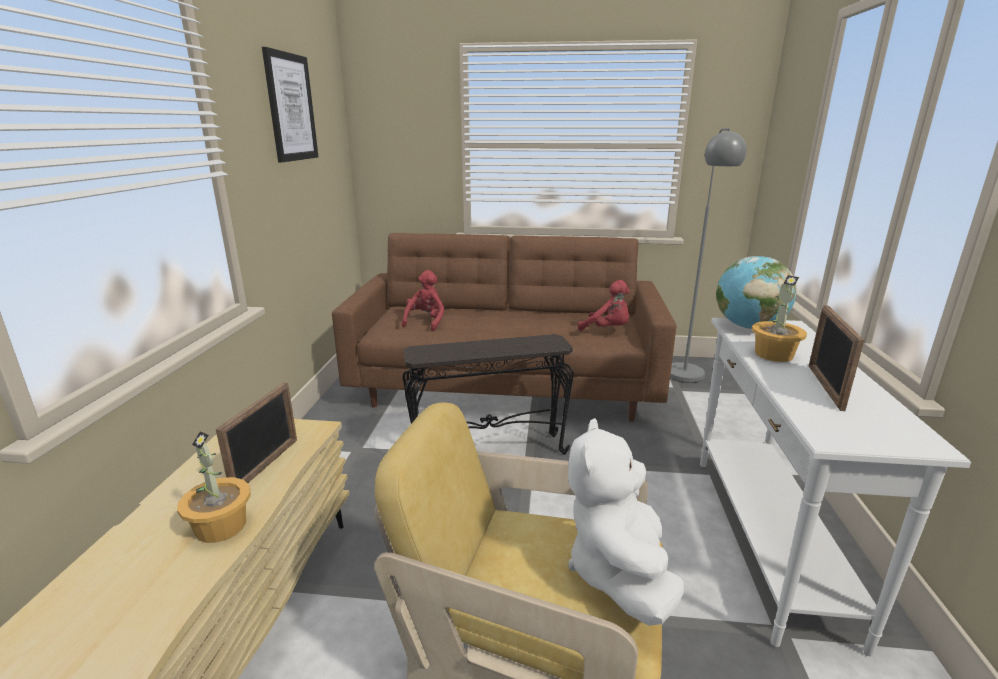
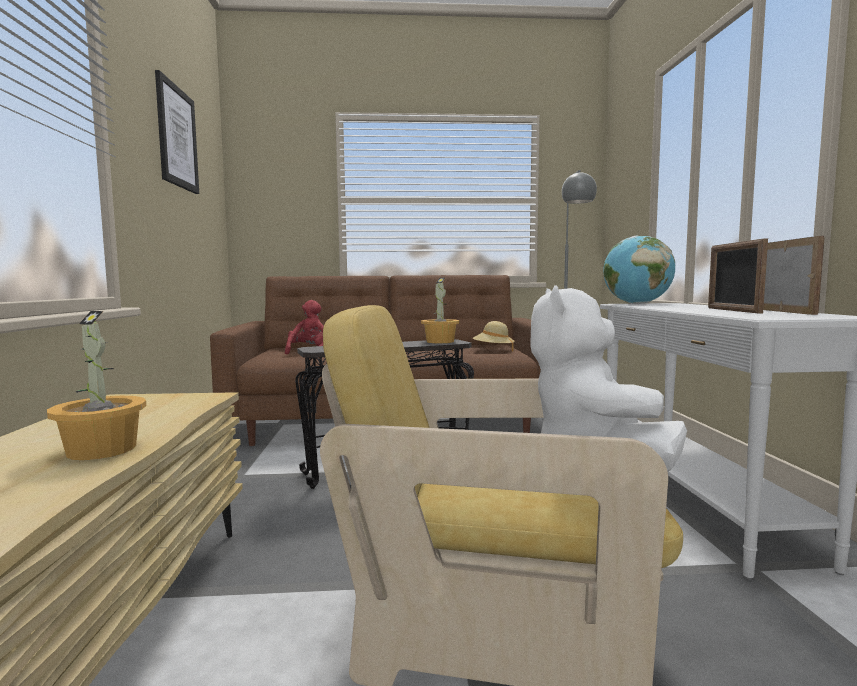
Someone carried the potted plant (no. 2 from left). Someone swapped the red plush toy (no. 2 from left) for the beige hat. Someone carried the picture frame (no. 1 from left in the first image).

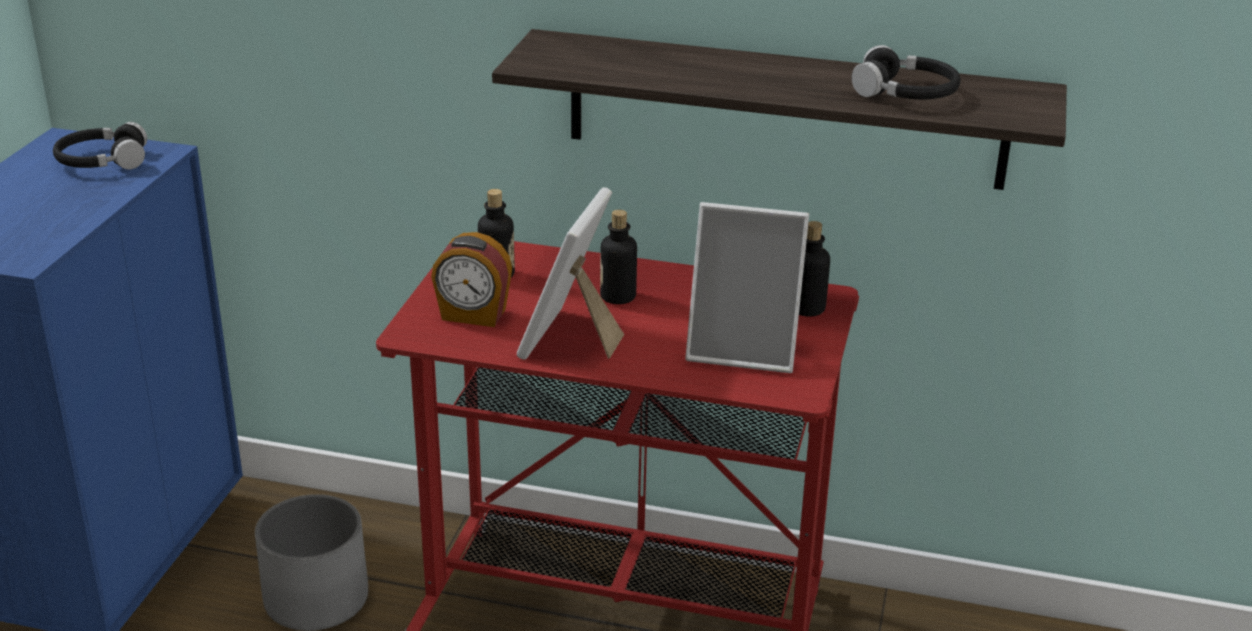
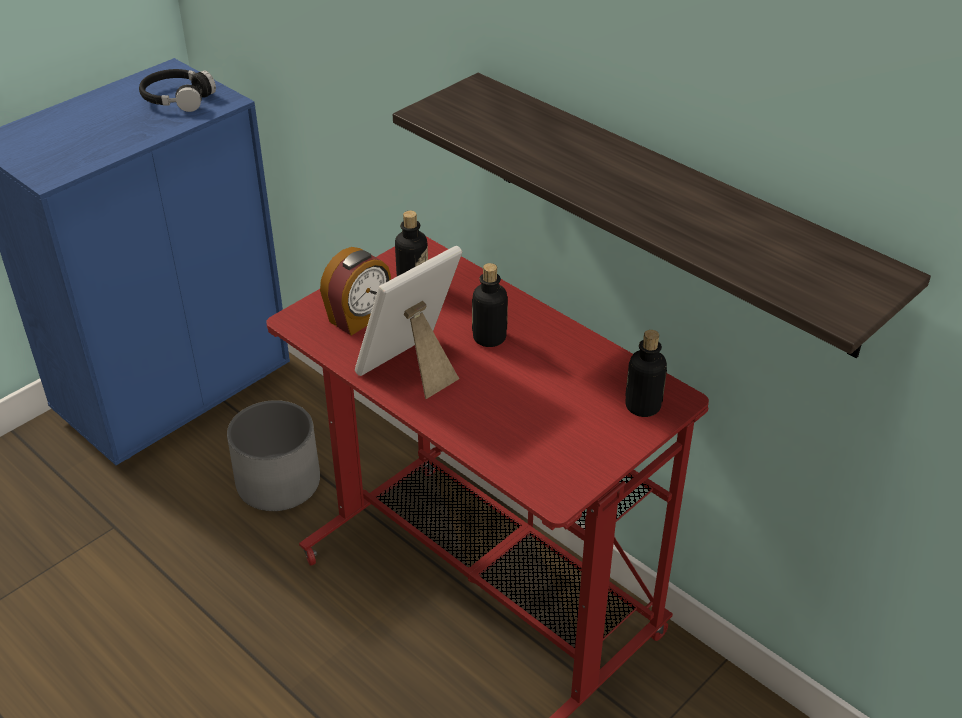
Someone rotated the alarm clock by 90 degrees counterclockwise. Someone took away the picture frame (no. 2 from left). Someone took away the black headphones (no. 2 from left).

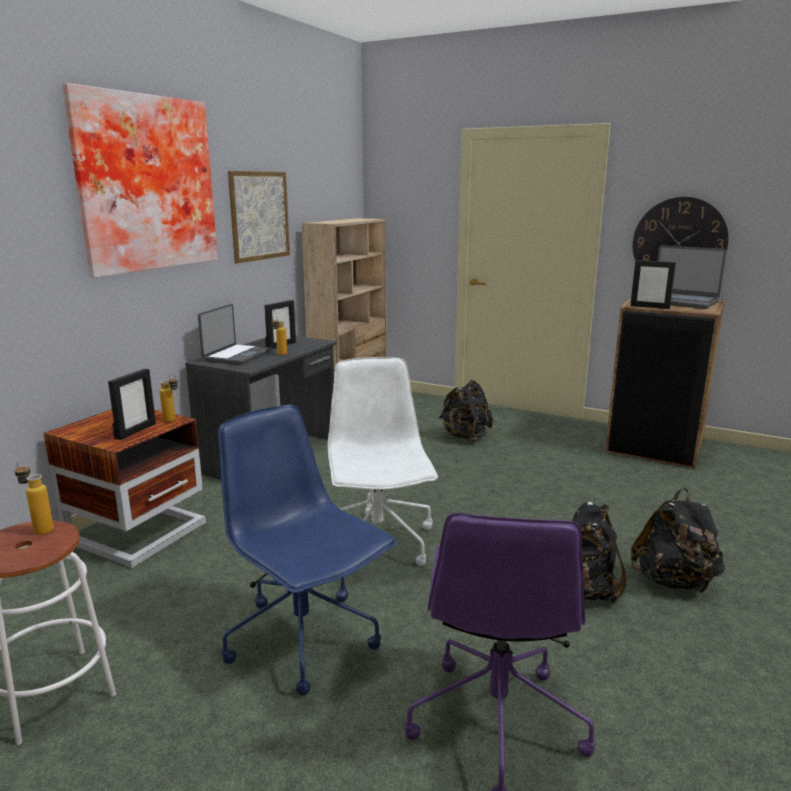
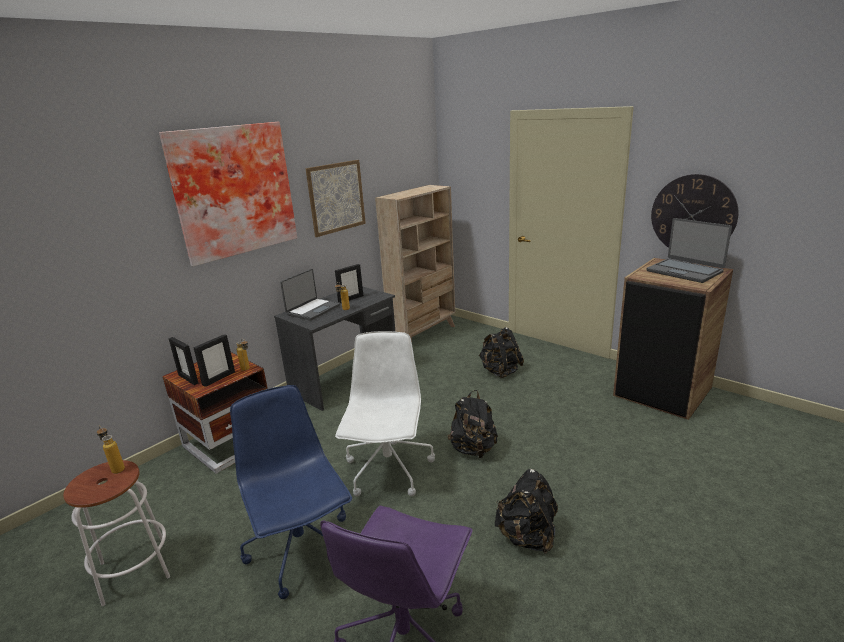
Someone carried the picture frame (no. 3 from left in the first image). Someone carried the black backpack (no. 3 from left in the first image).

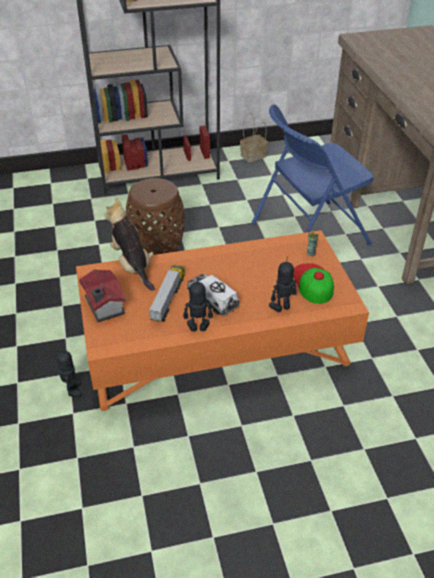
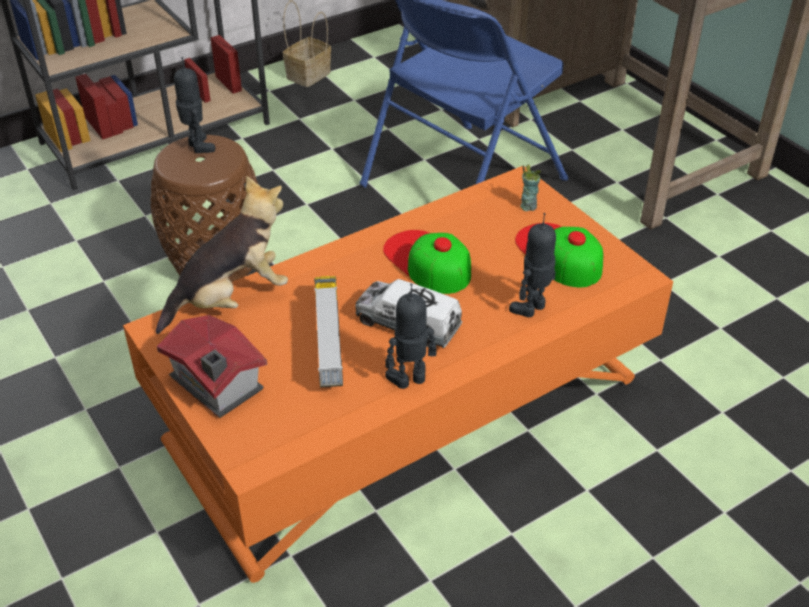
Someone rotated the plush toy by 105 degrees clockwise. Someone carried the toy robot (no. 1 from left). Someone put down the cap (no. 1 from left).

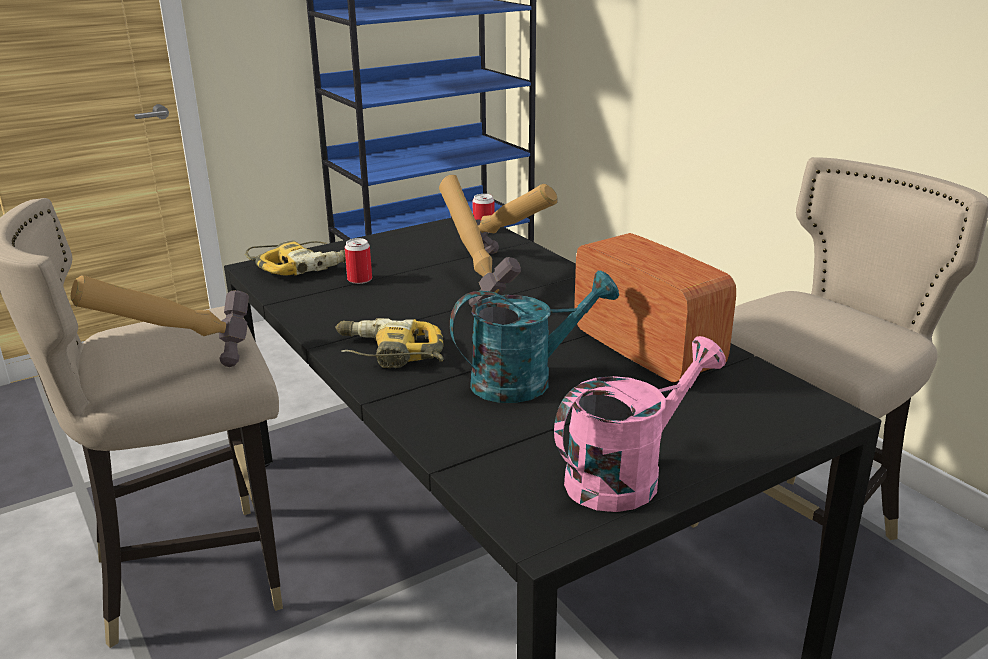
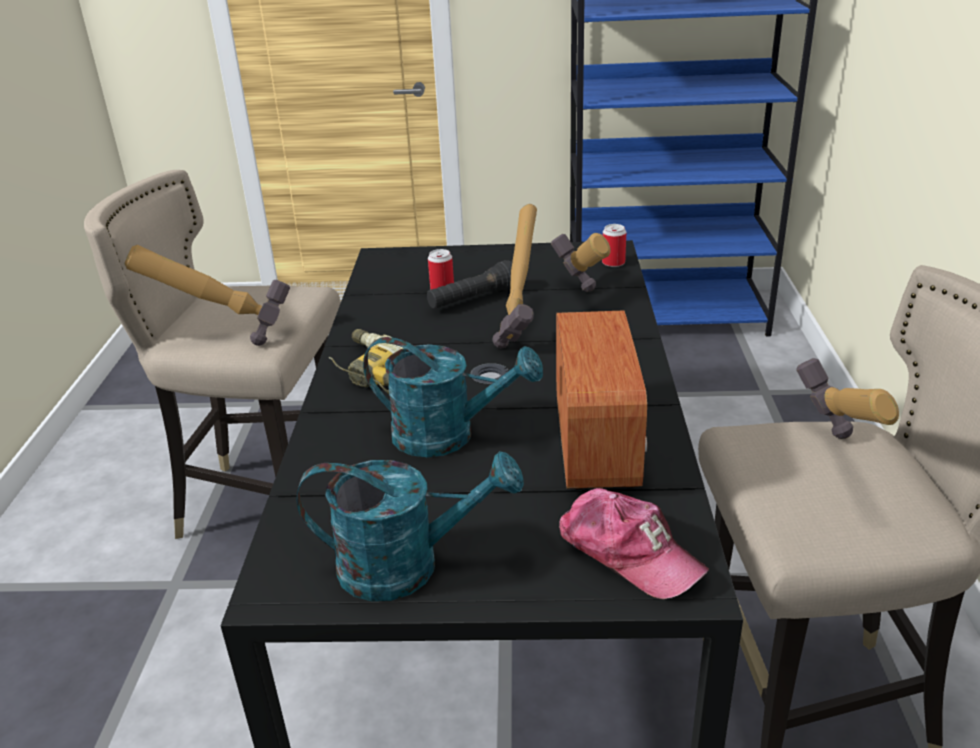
Someone repainted the pink watering can, which became the turquoise watering can (no. 1 from left). Someone put down the black flashlight. Someone put down the cap. Someone put down the hammer (no. 4 from left). Someone took away the power drill (no. 1 from left).

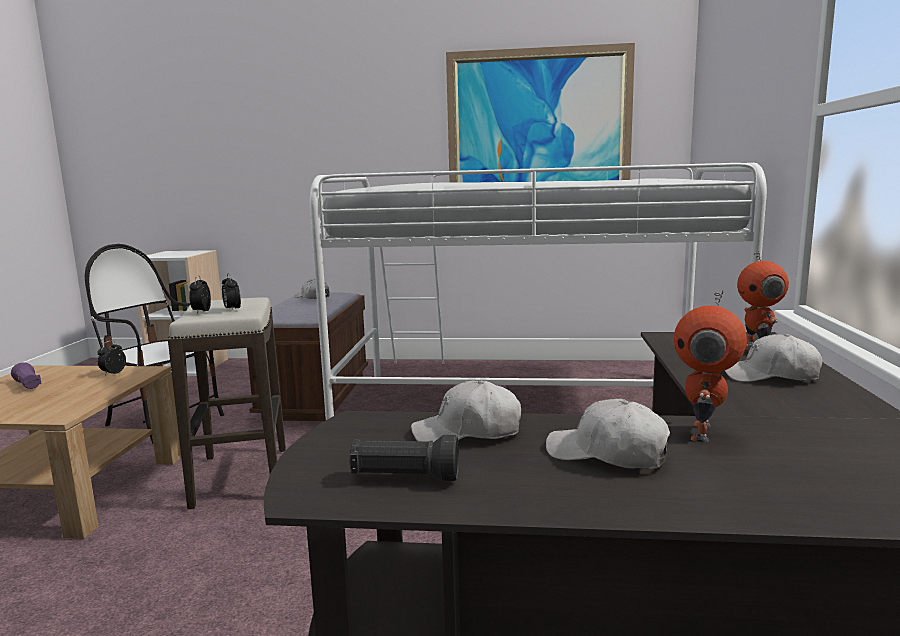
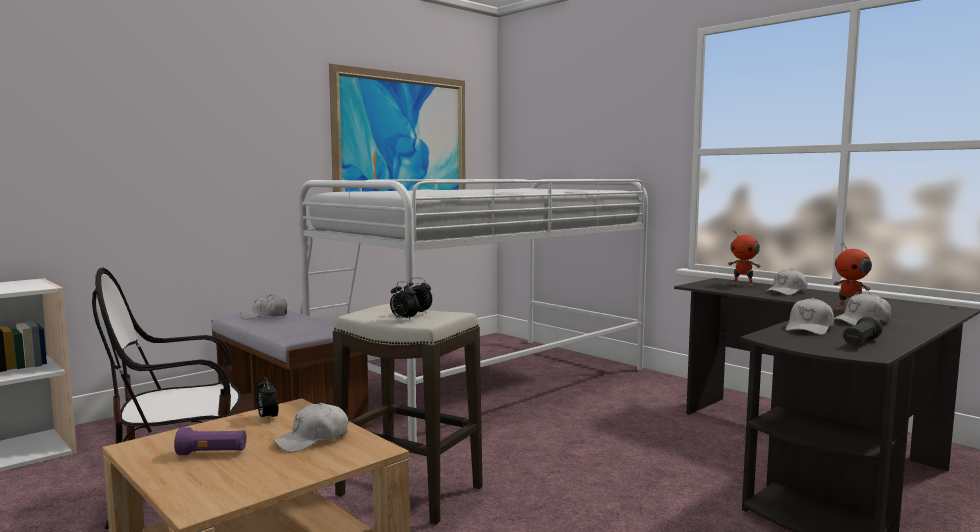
Someone put down the white cap (no. 2 from left).

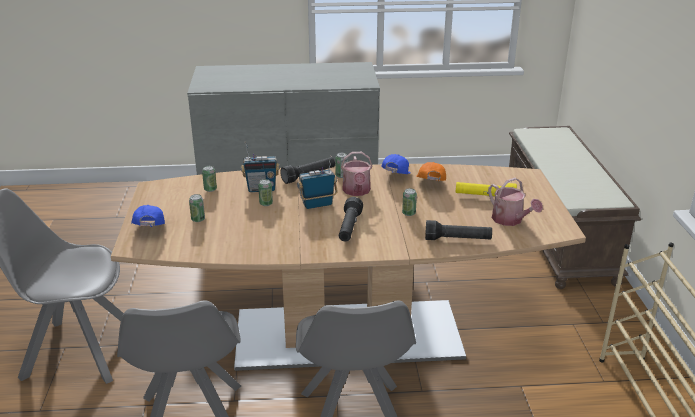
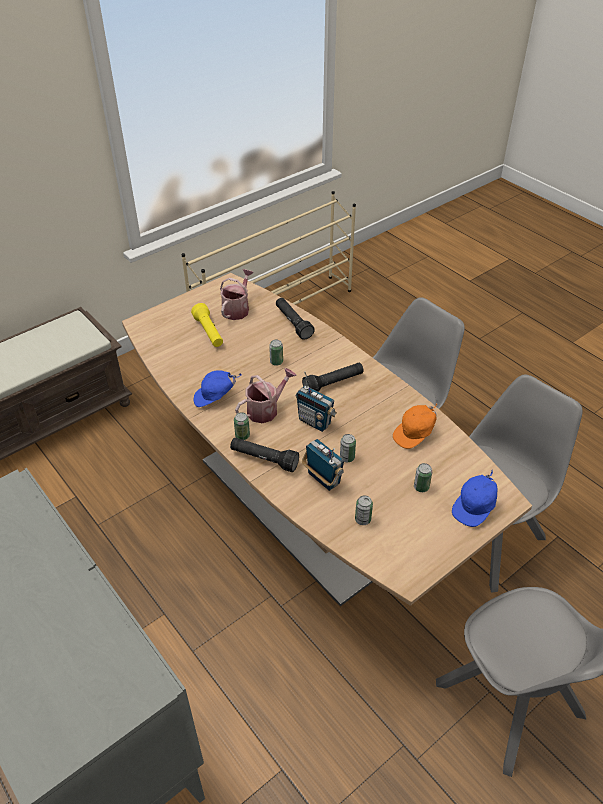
Someone carried the orange cap.

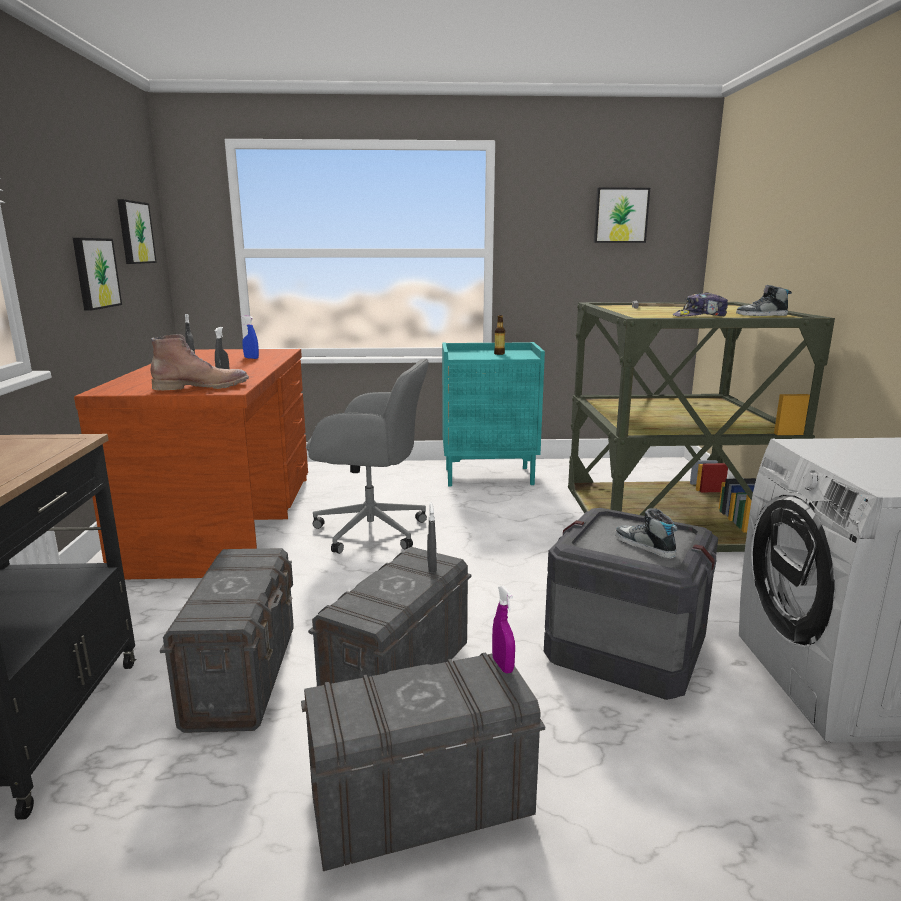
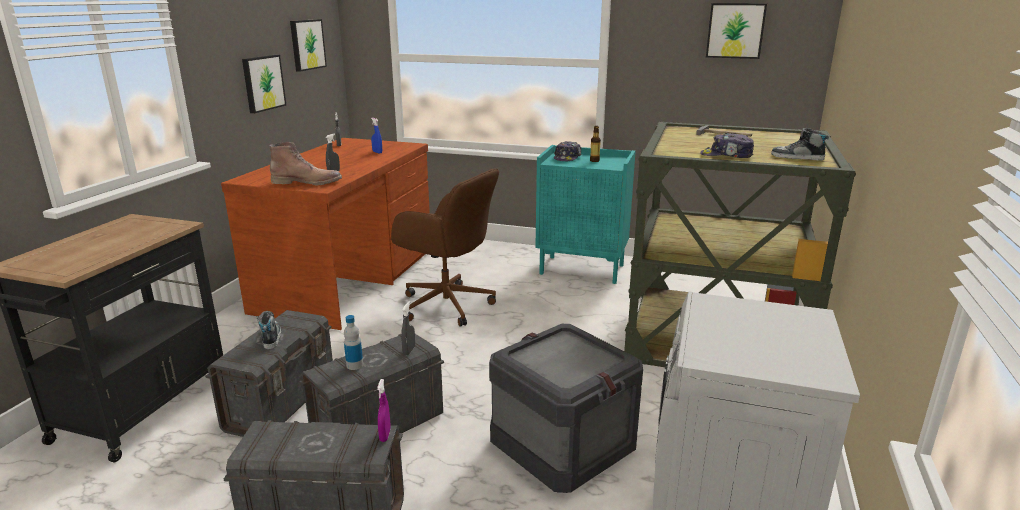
Someone carried the shoe (no. 1 from left). Someone put down the bottle (no. 1 from left). Someone repainted the grey office chair, which became the brown office chair. Someone put down the cap (no. 1 from left).

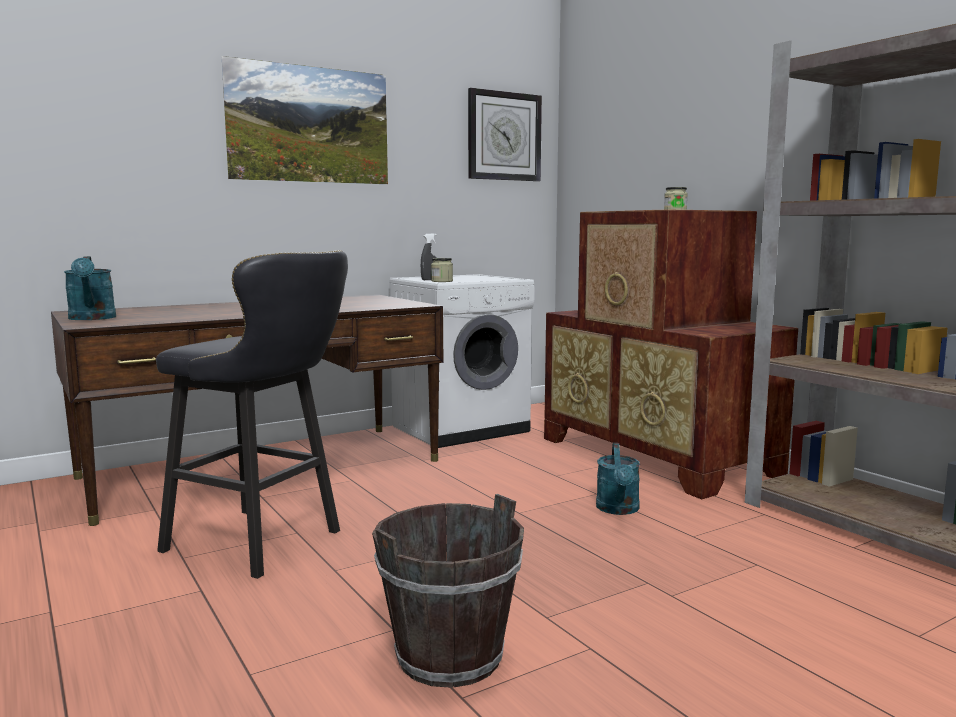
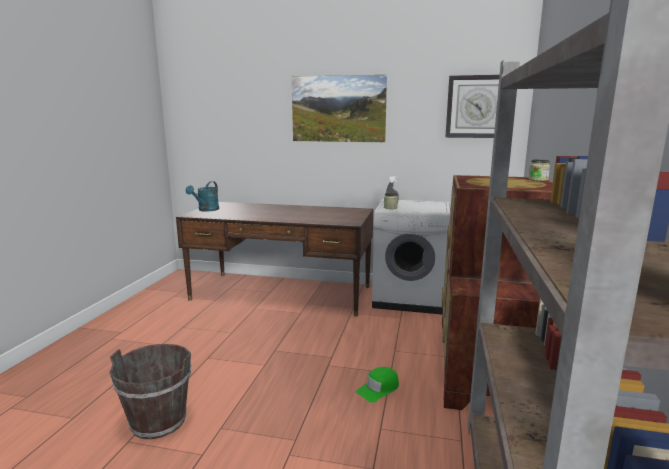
Someone swapped the turquoise watering can (no. 2 from left) for the green cap. Someone took away the black stool.

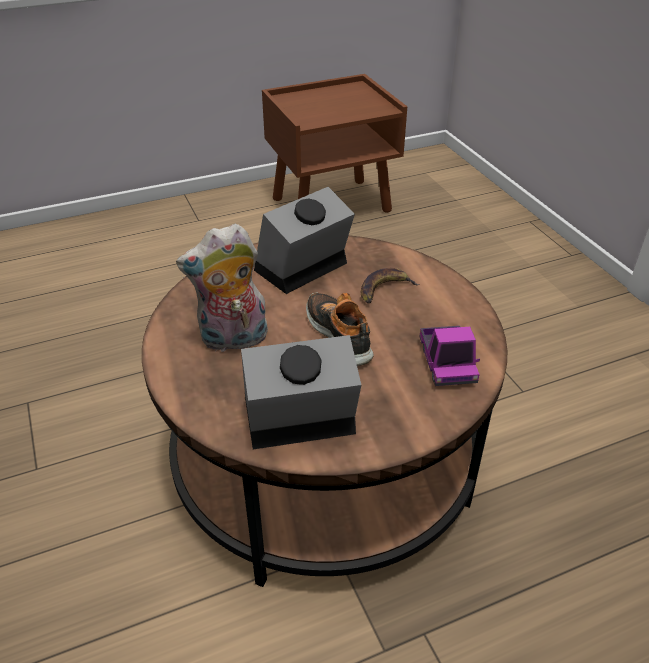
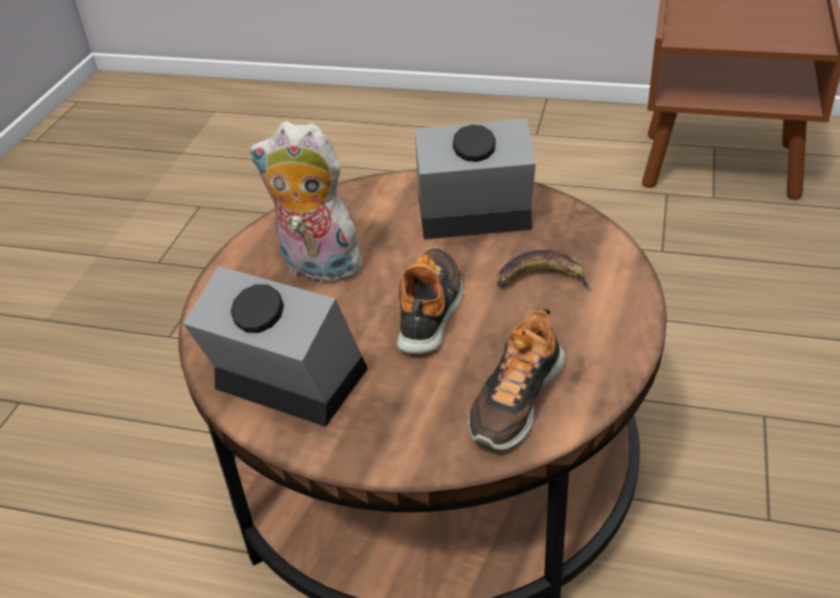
Someone swapped the toy truck for the shoe (no. 2 from left).

